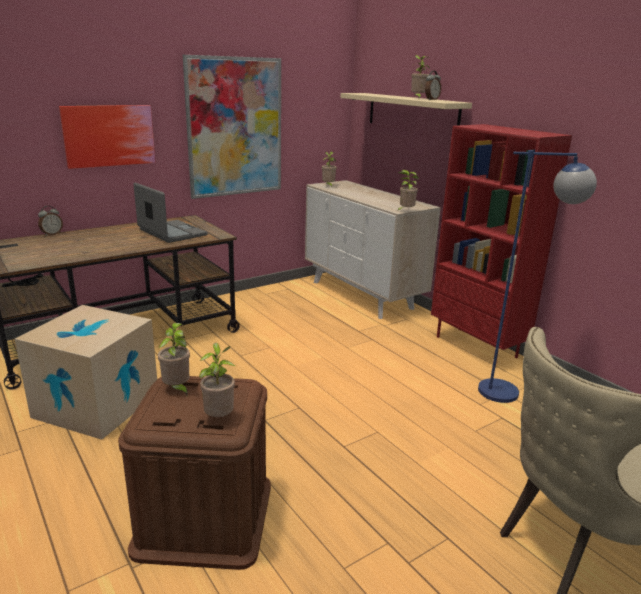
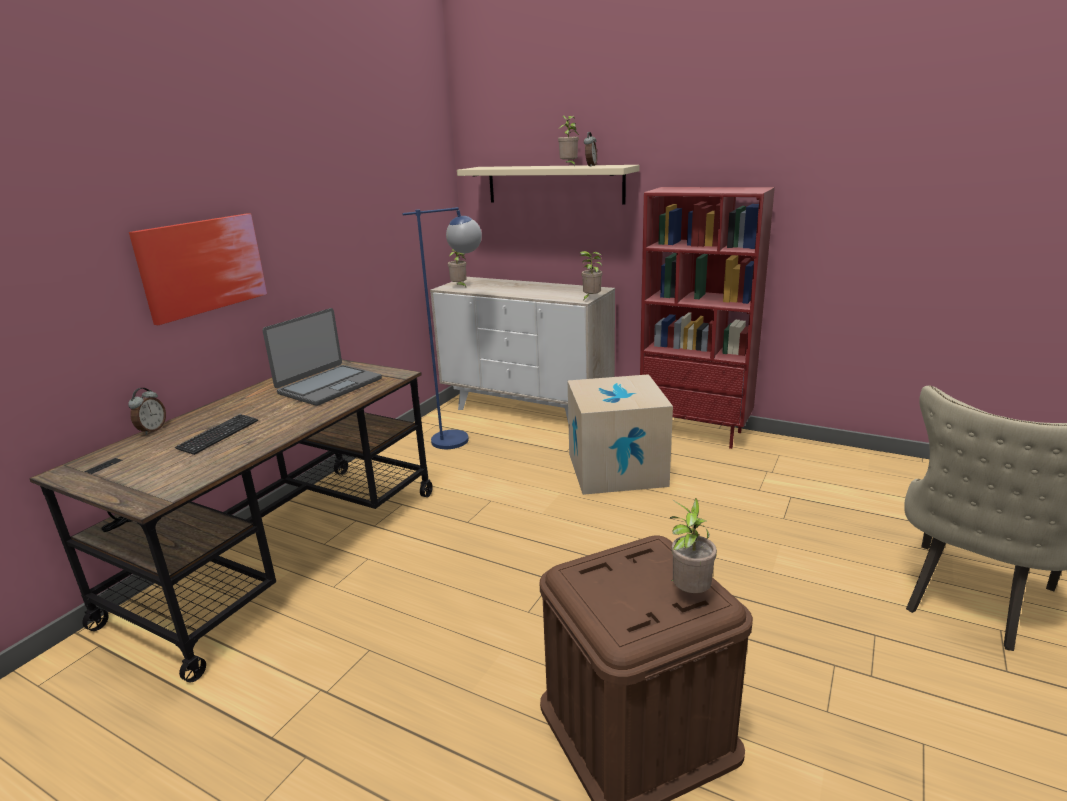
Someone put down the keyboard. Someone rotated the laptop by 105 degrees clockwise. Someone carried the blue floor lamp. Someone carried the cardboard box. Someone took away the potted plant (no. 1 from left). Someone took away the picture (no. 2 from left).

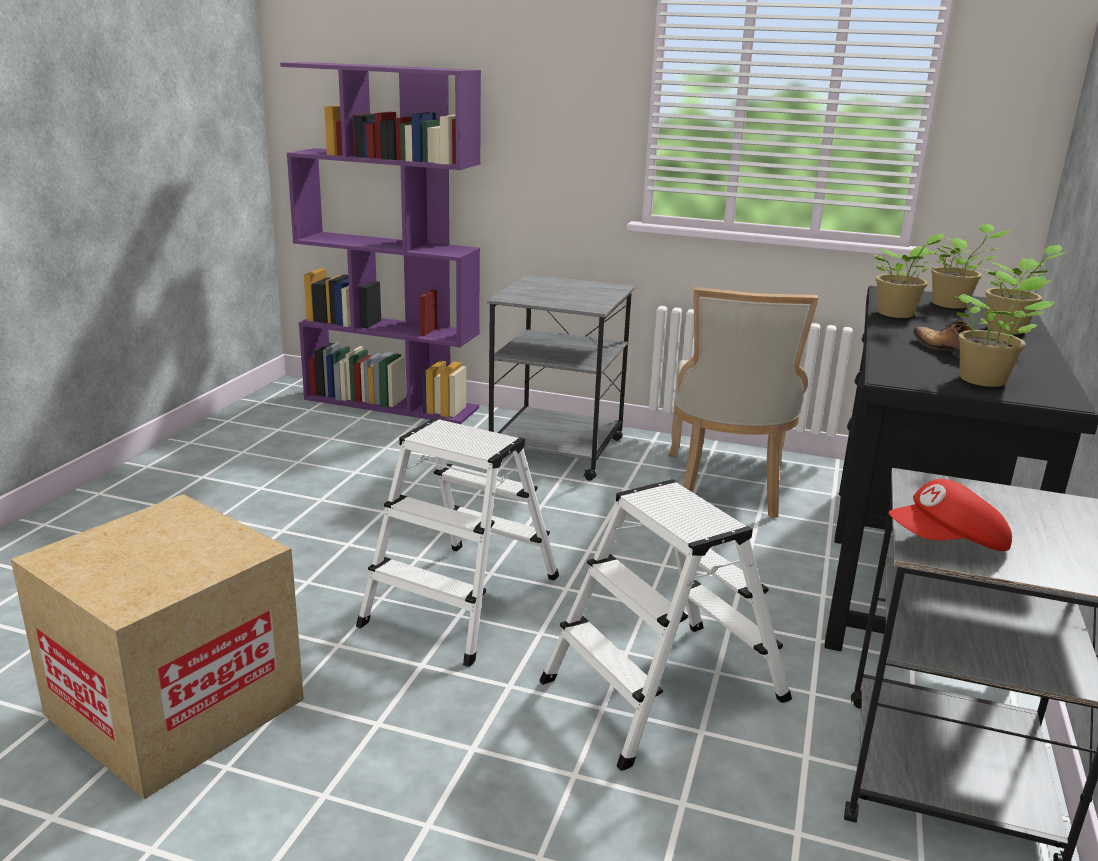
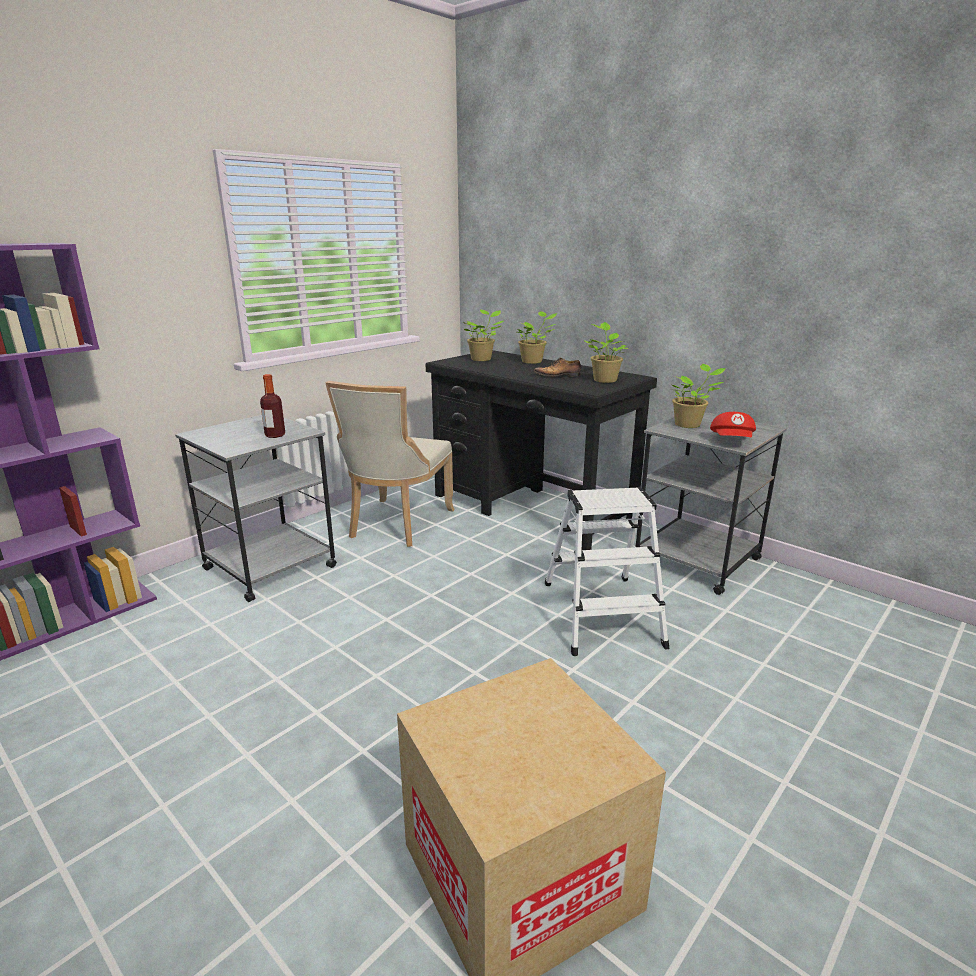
Someone put down the bottle. Someone rotated the beige chair by 75 degrees clockwise. Someone carried the potted plant (no. 1 from left in the first image). Someone took away the white step ladder (no. 1 from left).

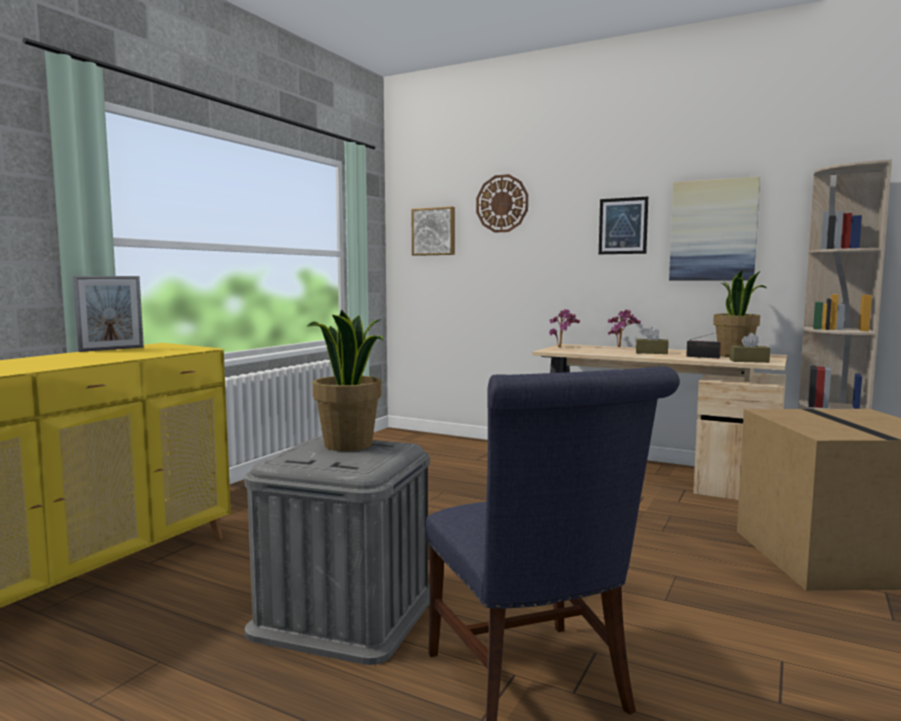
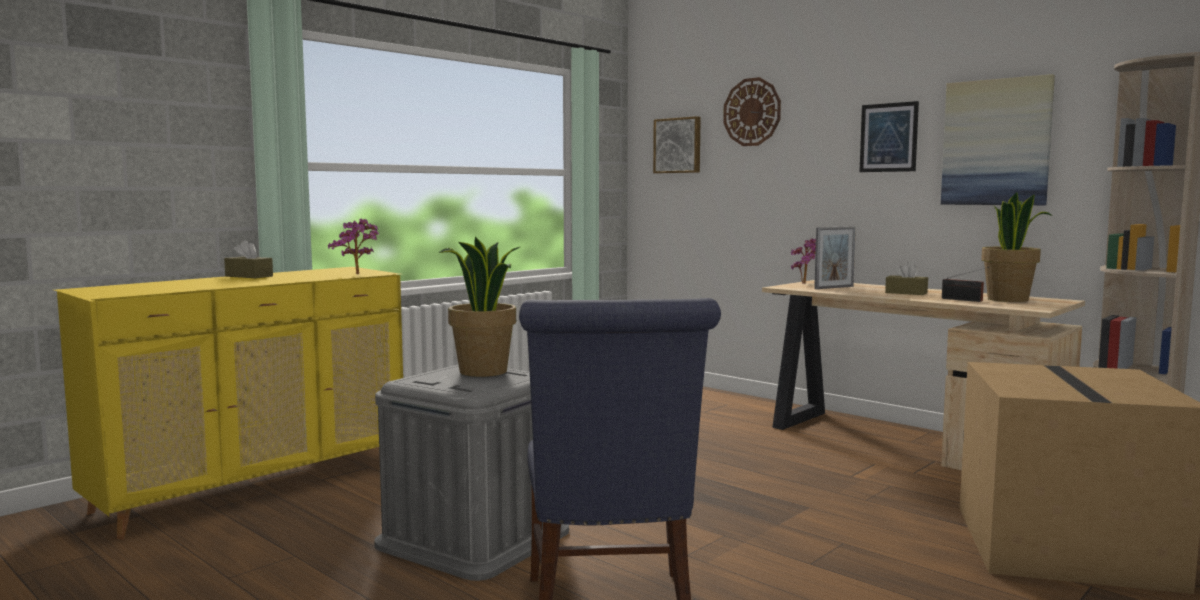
Someone carried the brown tissue box (no. 2 from left in the first image). Someone carried the potted plant (no. 3 from left in the first image). Someone carried the picture frame.

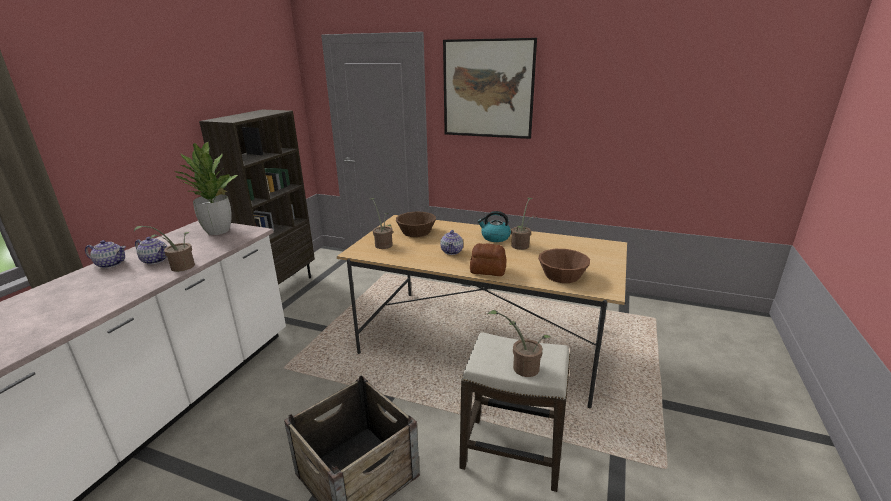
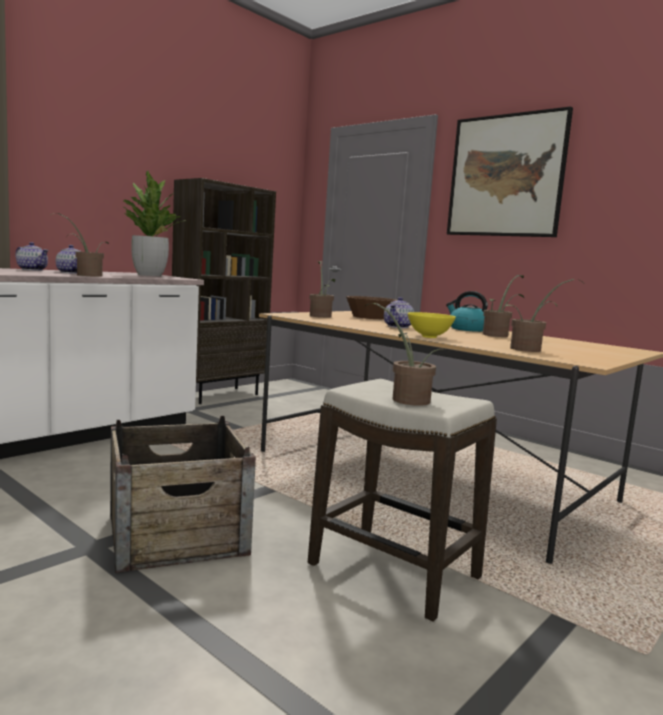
Someone swapped the bread for the yellow bowl. Someone swapped the brown bowl (no. 2 from left) for the potted plant (no. 6 from left).

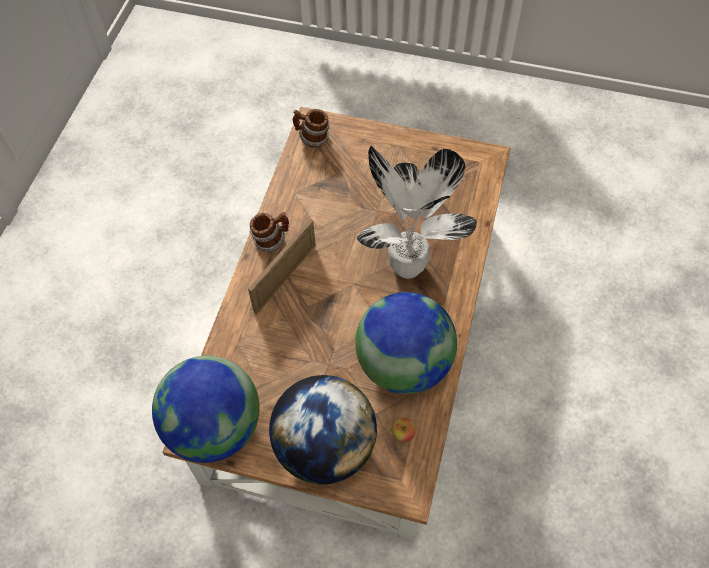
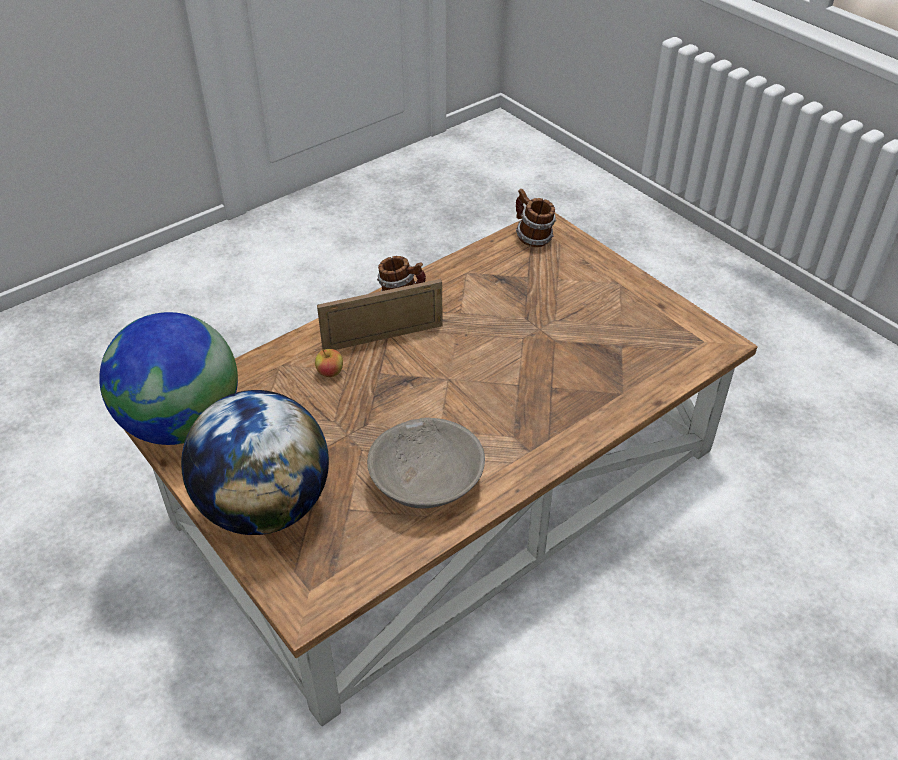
Someone carried the apple. Someone swapped the globe (no. 3 from left) for the grey bowl. Someone took away the potted plant.

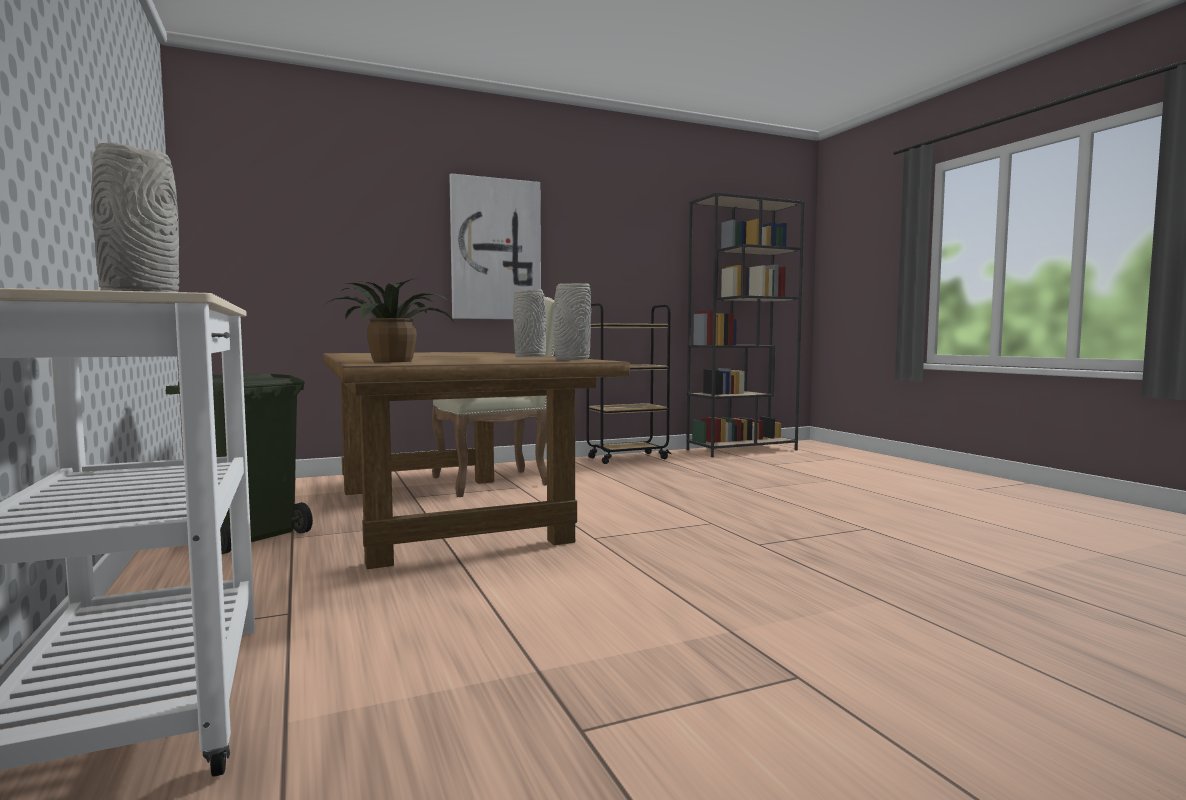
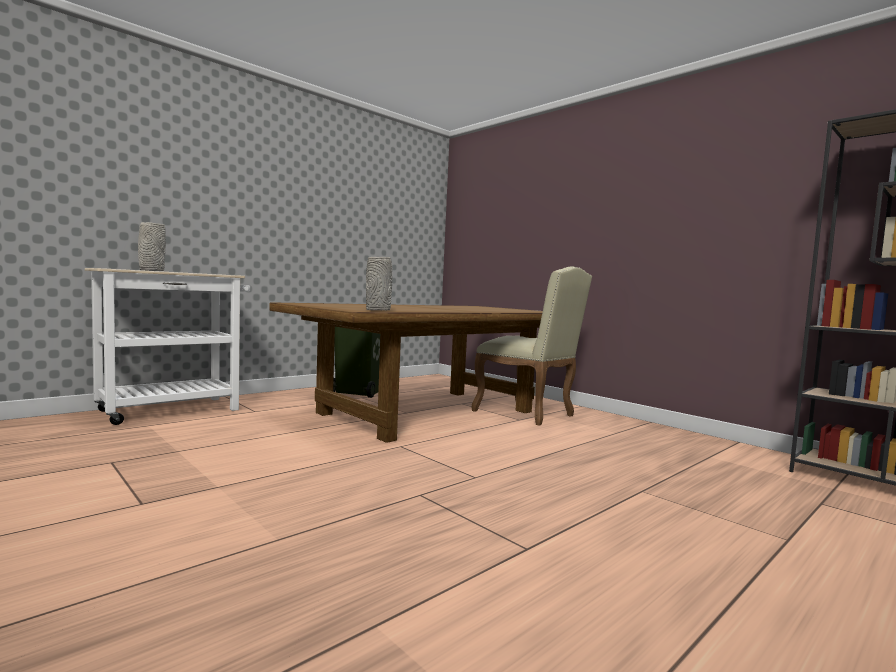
Someone took away the potted plant. Someone took away the picture. Someone took away the grey vase (no. 2 from left). Someone took away the brown cart.

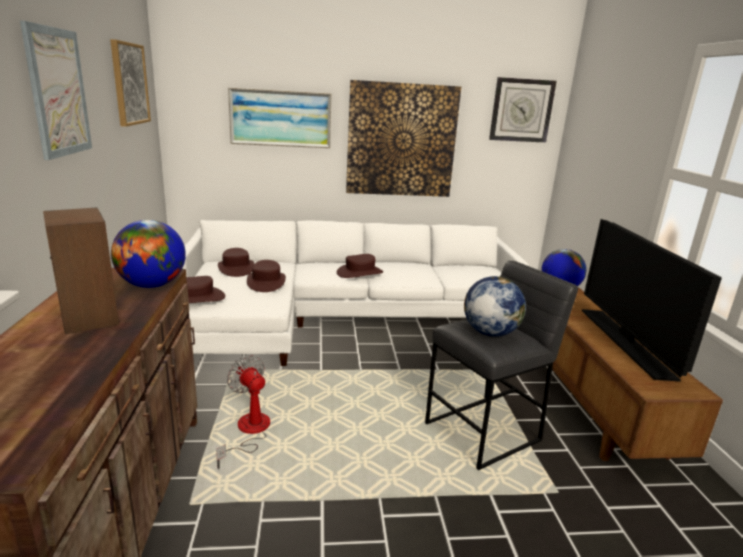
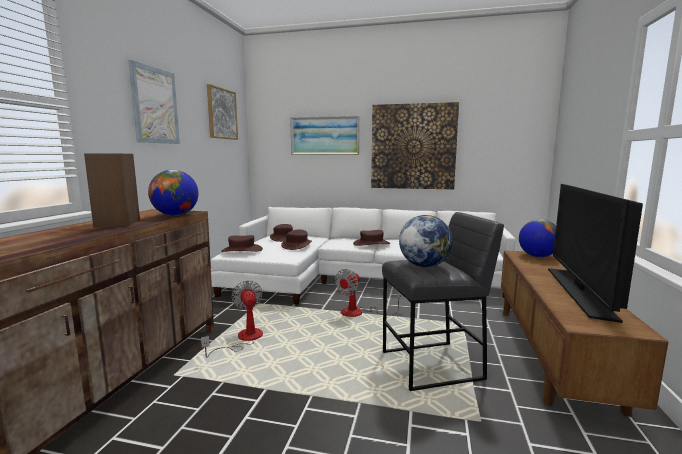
Someone put down the fan (no. 2 from left). Someone took away the wall clock.

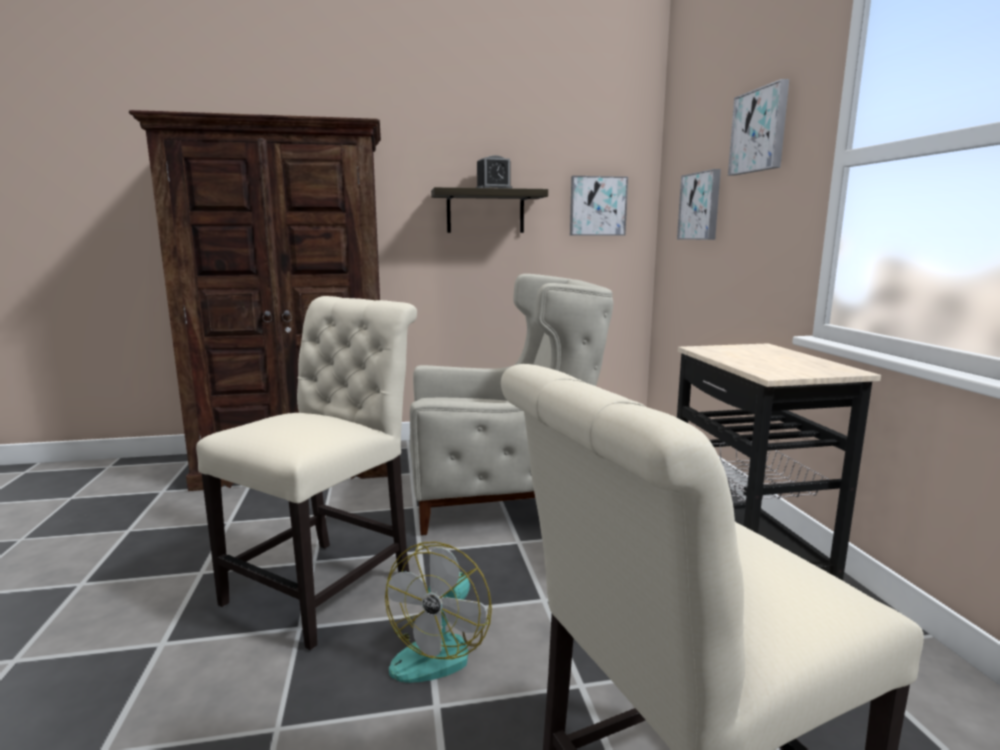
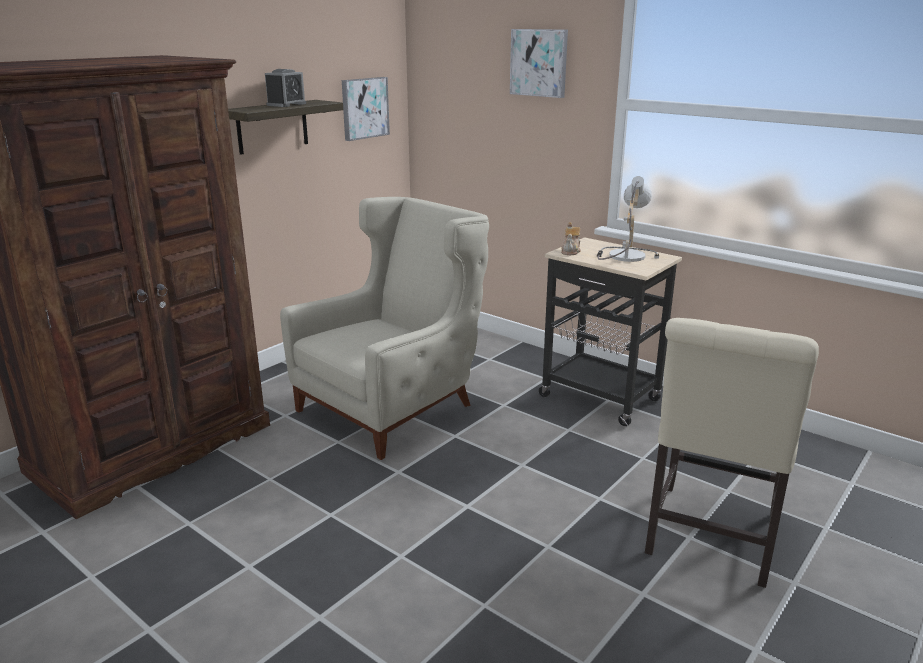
Someone put down the teapot. Someone put down the table lamp. Someone took away the beige chair (no. 1 from left). Someone took away the fan. Someone took away the picture (no. 2 from left).

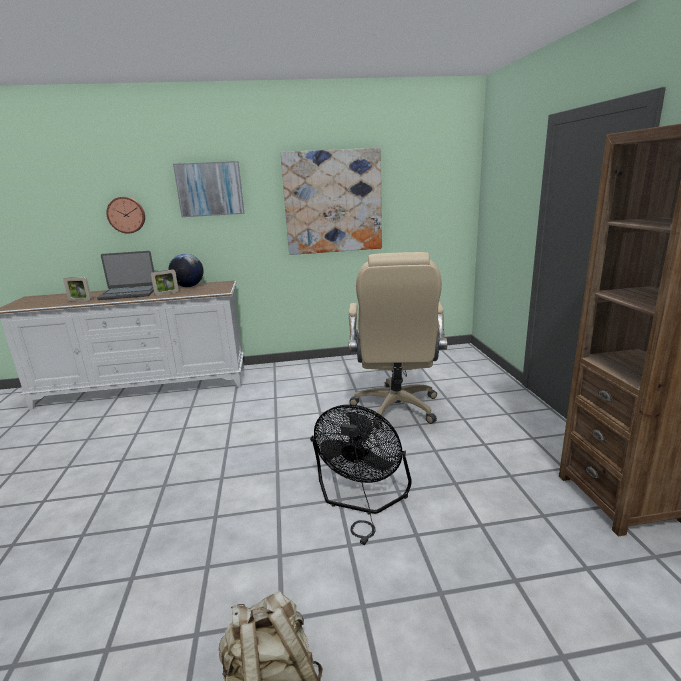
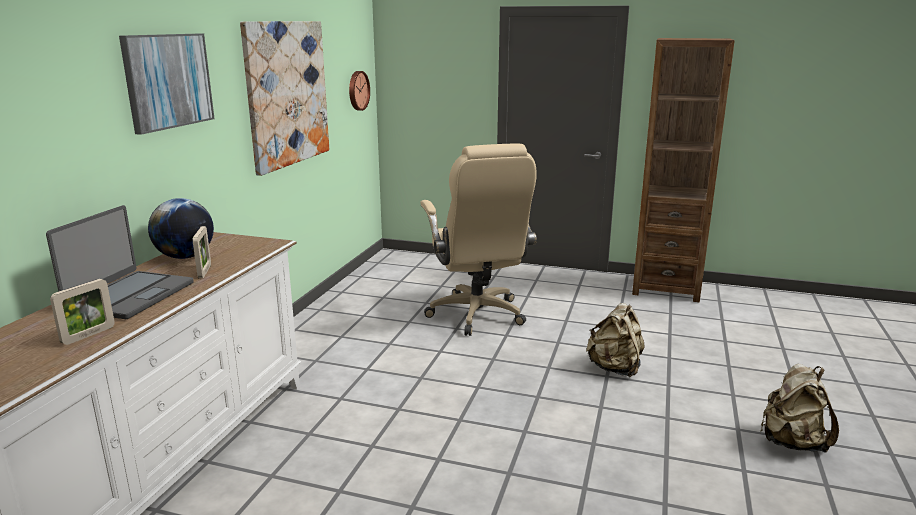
Someone carried the wall clock. Someone rotated the beige office chair by 45 degrees clockwise. Someone swapped the black fan for the beige backpack (no. 1 from left).

